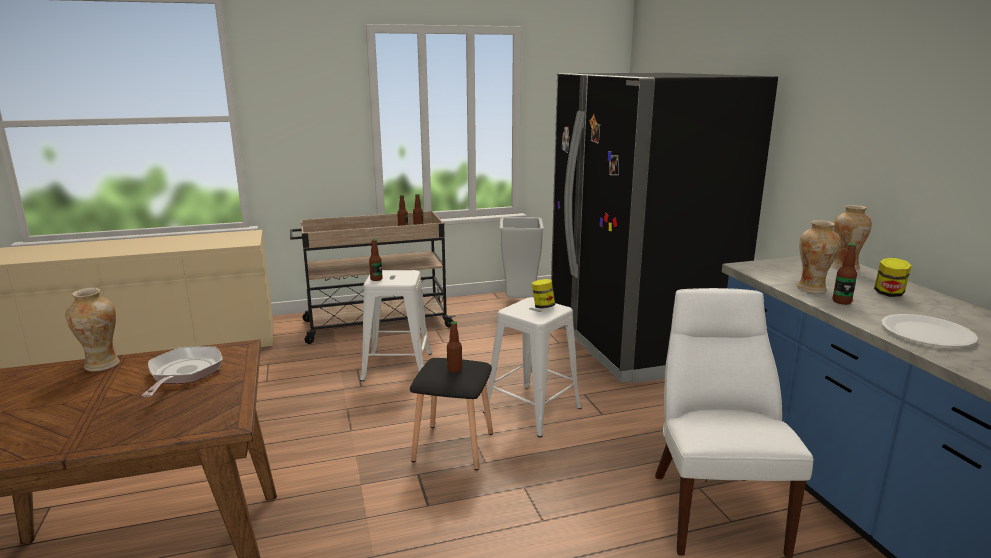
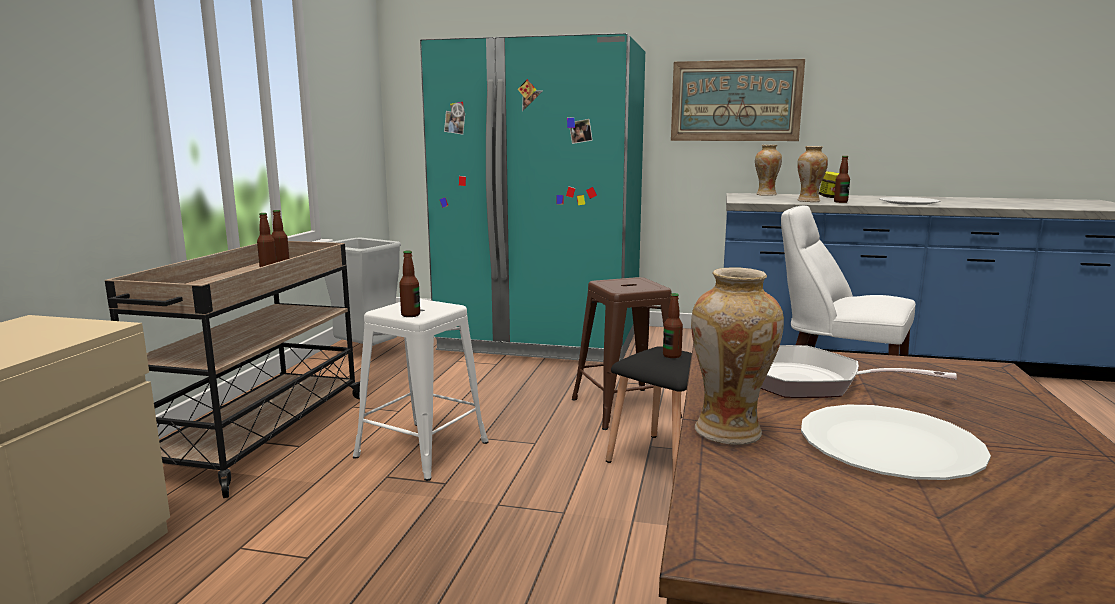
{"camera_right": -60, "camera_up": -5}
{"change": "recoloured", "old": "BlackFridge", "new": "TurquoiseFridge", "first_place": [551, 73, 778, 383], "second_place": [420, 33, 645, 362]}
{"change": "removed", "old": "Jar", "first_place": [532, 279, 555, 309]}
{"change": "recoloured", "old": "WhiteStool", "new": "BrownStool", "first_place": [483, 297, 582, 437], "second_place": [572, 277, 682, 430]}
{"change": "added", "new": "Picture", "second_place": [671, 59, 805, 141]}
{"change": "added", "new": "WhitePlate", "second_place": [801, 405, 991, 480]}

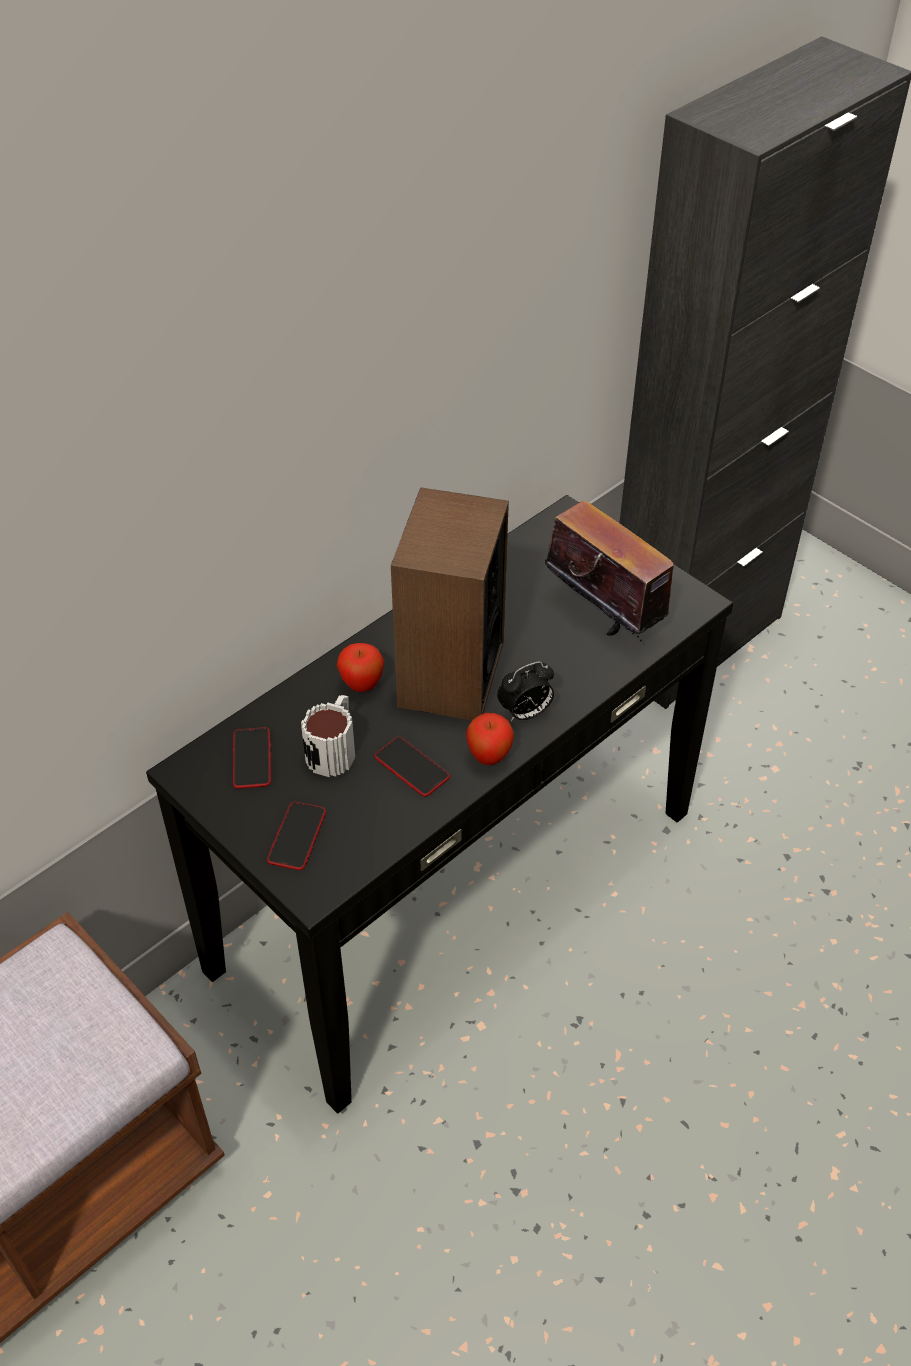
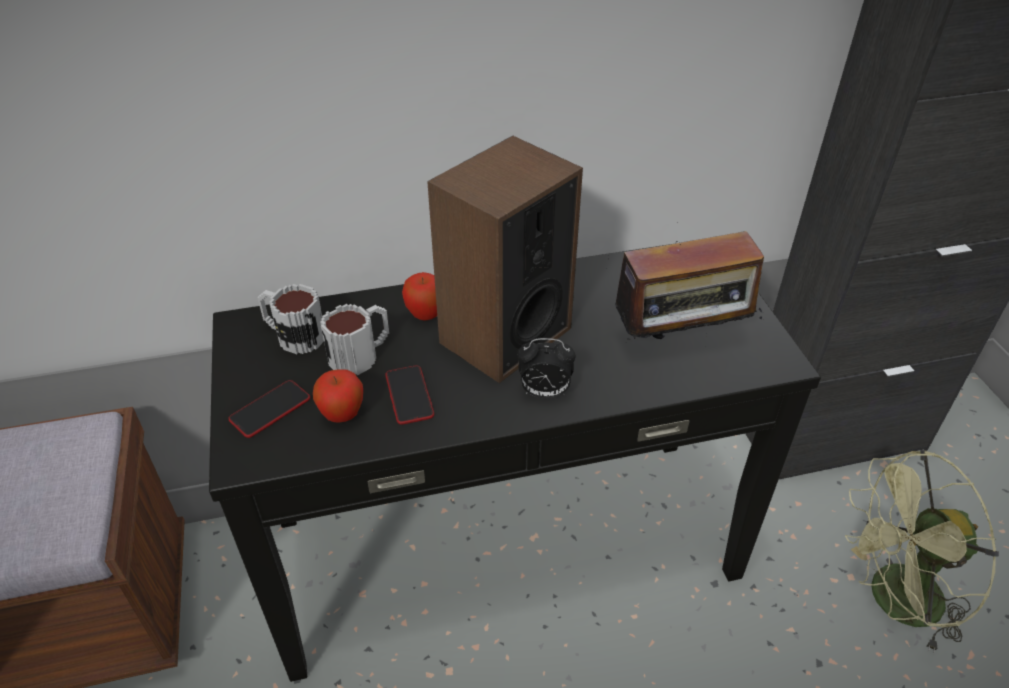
{"camera_right": 30, "camera_up": -5}
{"change": "turned", "old": "Radio", "first_place": [545, 501, 674, 644], "second_place": [615, 222, 764, 350], "degrees": 90}
{"change": "moved", "old": "Apple", "first_place": [466, 713, 514, 765], "second_place": [313, 369, 363, 422]}
{"change": "replaced", "old": "Phone", "new": "Mug", "first_place": [233, 727, 271, 789], "second_place": [257, 284, 324, 354]}
{"change": "added", "new": "GreenFan", "second_place": [845, 450, 999, 654]}

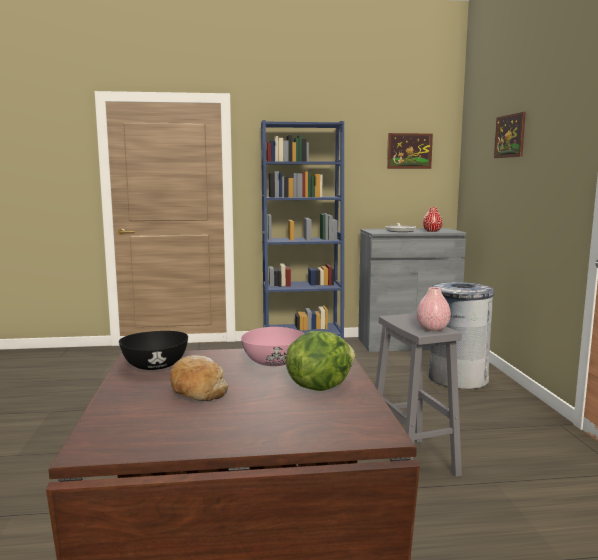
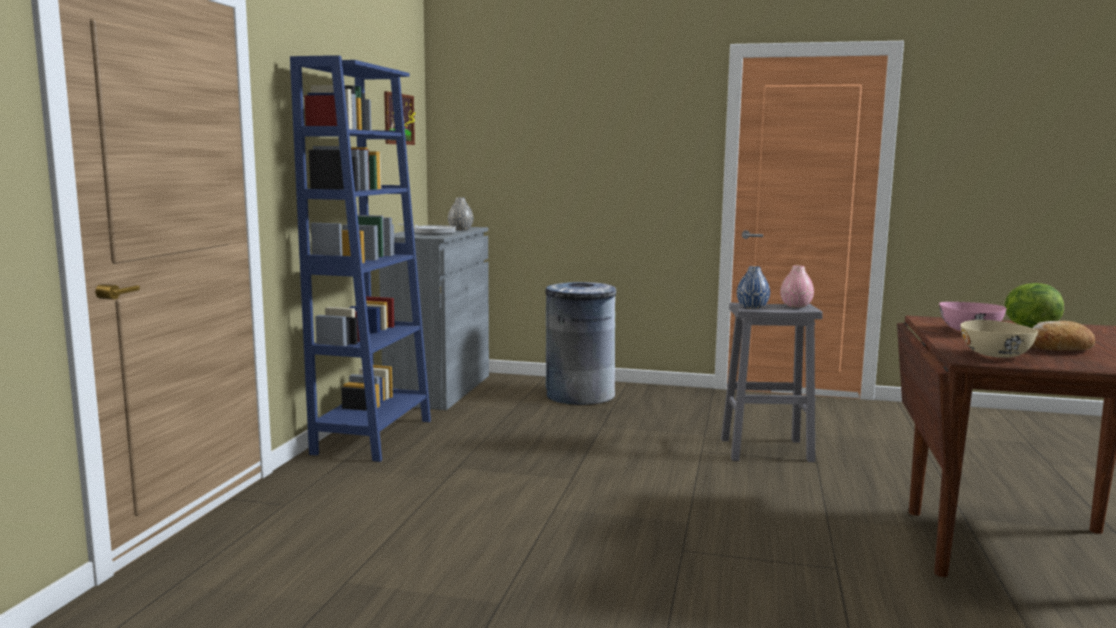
{"camera_right": -70, "camera_up": 0}
{"change": "removed", "old": "Picture", "first_place": [494, 112, 526, 158]}
{"change": "recoloured", "old": "RedVase", "new": "GreyVase", "first_place": [423, 207, 443, 232], "second_place": [448, 197, 473, 230]}
{"change": "recoloured", "old": "BlackBowl", "new": "BeigeBowl", "first_place": [119, 331, 188, 370], "second_place": [960, 320, 1038, 358]}
{"change": "added", "new": "BlueVase", "second_place": [737, 266, 770, 309]}

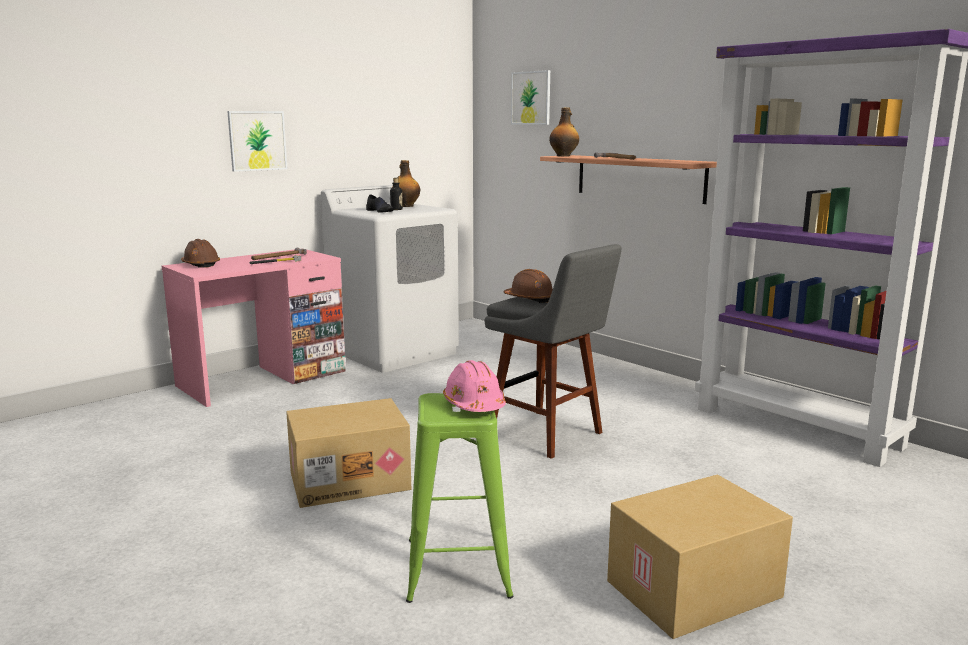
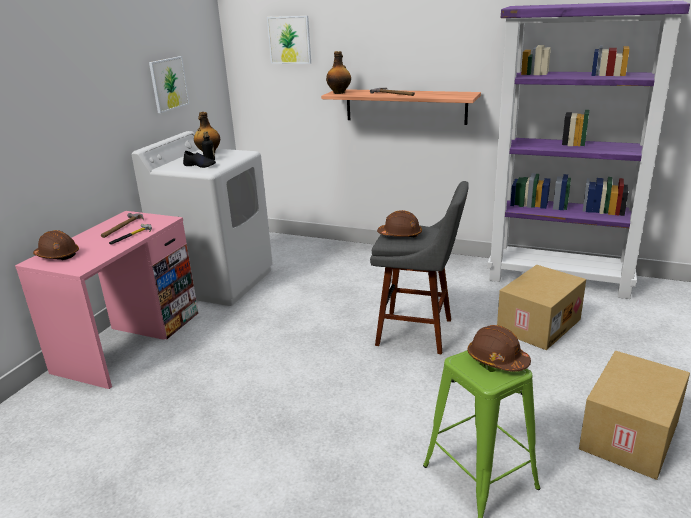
{"camera_right": -25, "camera_up": 10}
{"change": "moved", "old": "Picture", "first_place": [227, 111, 287, 172], "second_place": [149, 56, 189, 113]}
{"change": "recoloured", "old": "PinkHardHat", "new": "BrownHardHat", "first_place": [443, 360, 506, 412], "second_place": [468, 325, 531, 372]}
{"change": "moved", "old": "CardboardBox", "first_place": [286, 398, 411, 508], "second_place": [497, 265, 586, 350]}

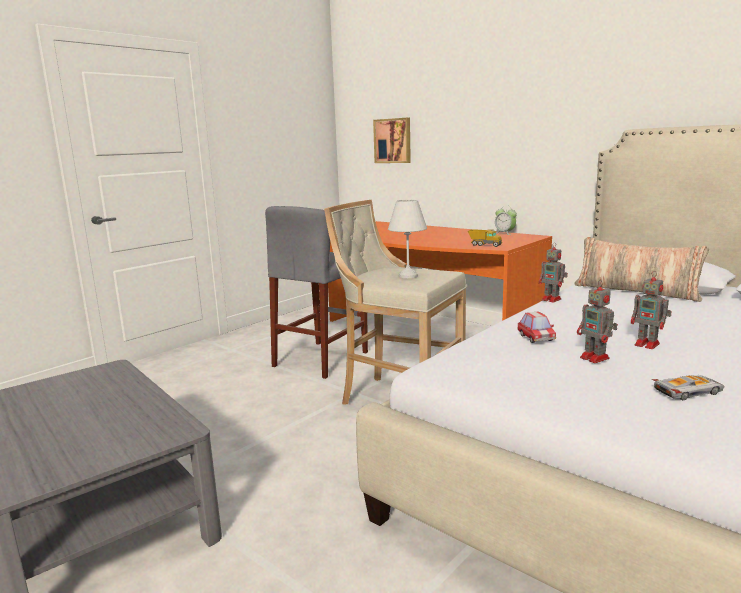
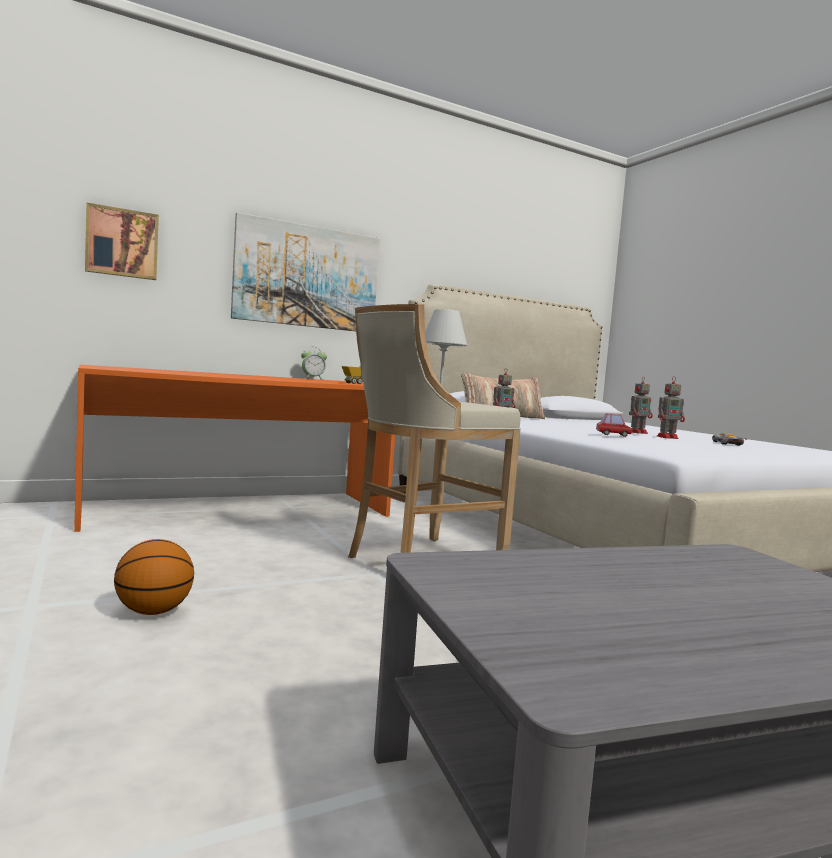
{"camera_right": -70, "camera_up": -10}
{"change": "removed", "old": "GreyStool", "first_place": [265, 206, 368, 379]}
{"change": "added", "new": "Picture", "second_place": [231, 212, 380, 331]}
{"change": "added", "new": "Basketball", "second_place": [114, 539, 194, 615]}

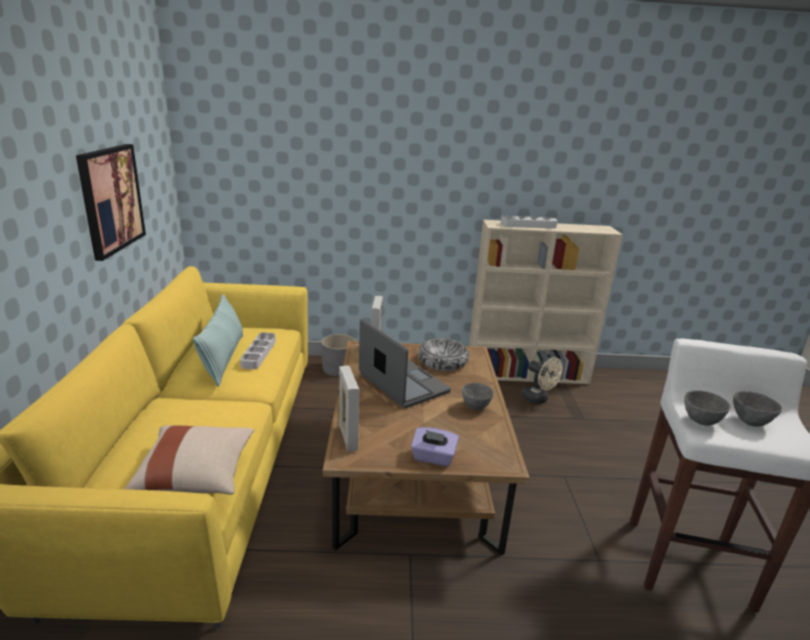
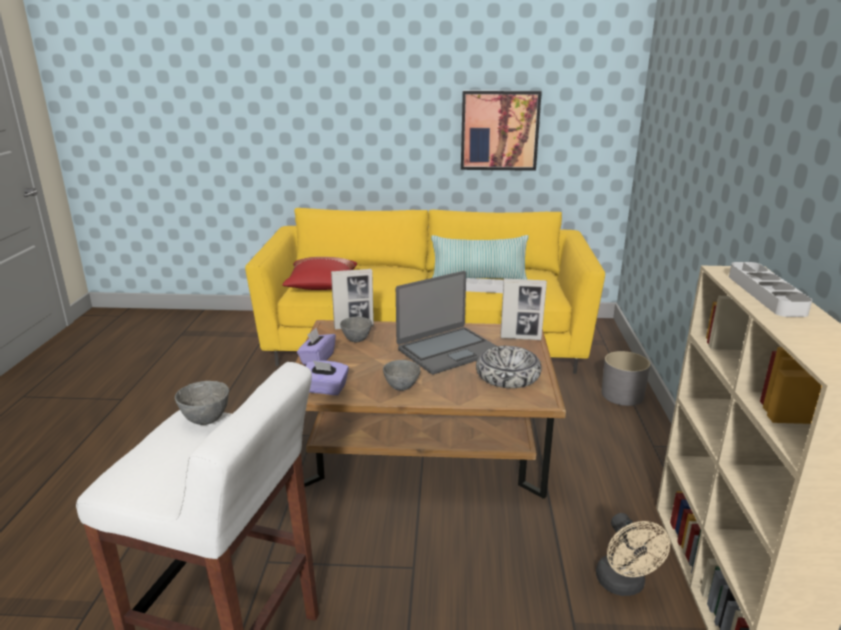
{"camera_right": 95, "camera_up": 0}
{"change": "turned", "old": "BeigeFan", "first_place": [522, 357, 563, 404], "second_place": [596, 513, 670, 596], "degrees": -60}
{"change": "moved", "old": "GreyBowl", "first_place": [733, 391, 782, 427], "second_place": [340, 317, 372, 342]}
{"change": "recoloured", "old": "BeigePillow", "new": "RedPillow", "first_place": [125, 425, 254, 495], "second_place": [282, 257, 357, 290]}
{"change": "added", "new": "PurpleTissueBox", "second_place": [306, 360, 349, 395]}

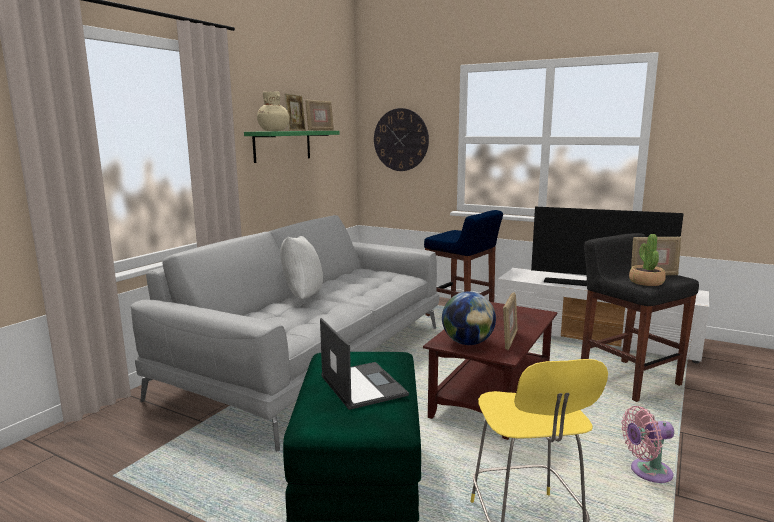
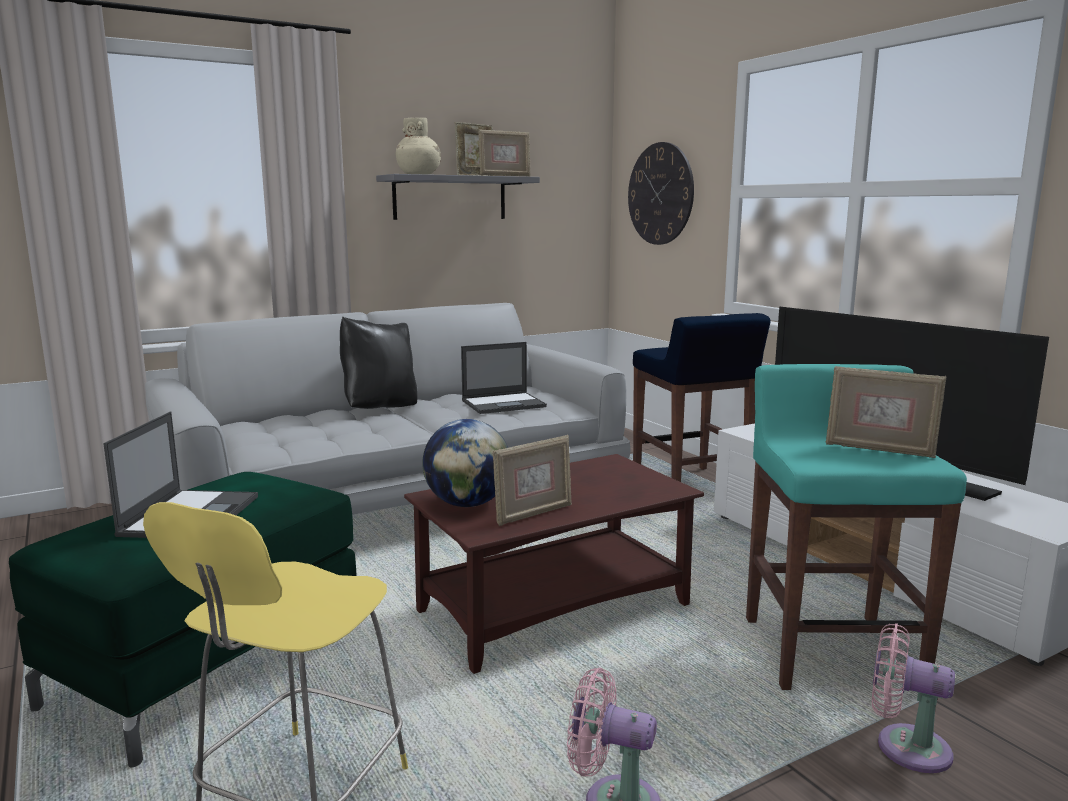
{"camera_right": 30, "camera_up": 0}
{"change": "recoloured", "old": "GreenShelf", "new": "GreyShelf", "first_place": [244, 131, 340, 163], "second_place": [376, 174, 540, 220]}
{"change": "recoloured", "old": "BlackStool", "new": "TurquoiseStool", "first_place": [581, 233, 699, 402], "second_place": [746, 364, 967, 690]}
{"change": "removed", "old": "PottedPlant", "first_place": [629, 234, 666, 286]}
{"change": "recoloured", "old": "WhitePillow", "new": "BlackPillow", "first_place": [280, 236, 323, 299], "second_place": [340, 317, 418, 409]}
{"change": "added", "new": "Laptop", "second_place": [461, 342, 547, 414]}
{"change": "added", "new": "PinkFan", "second_place": [872, 623, 955, 773]}

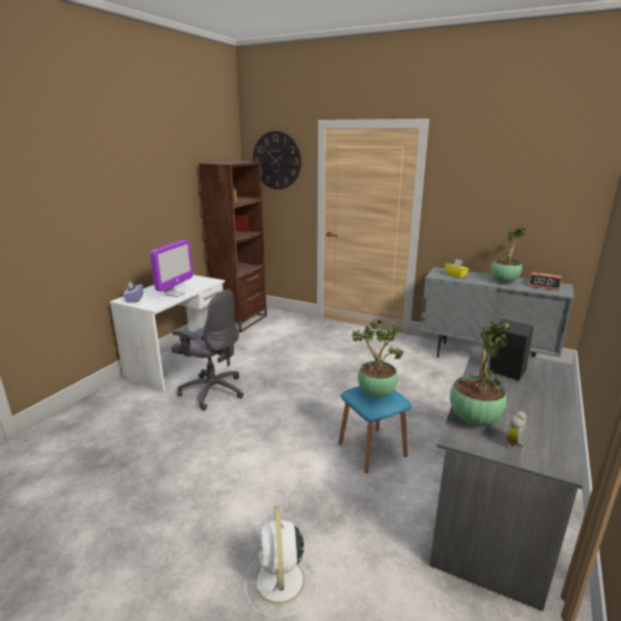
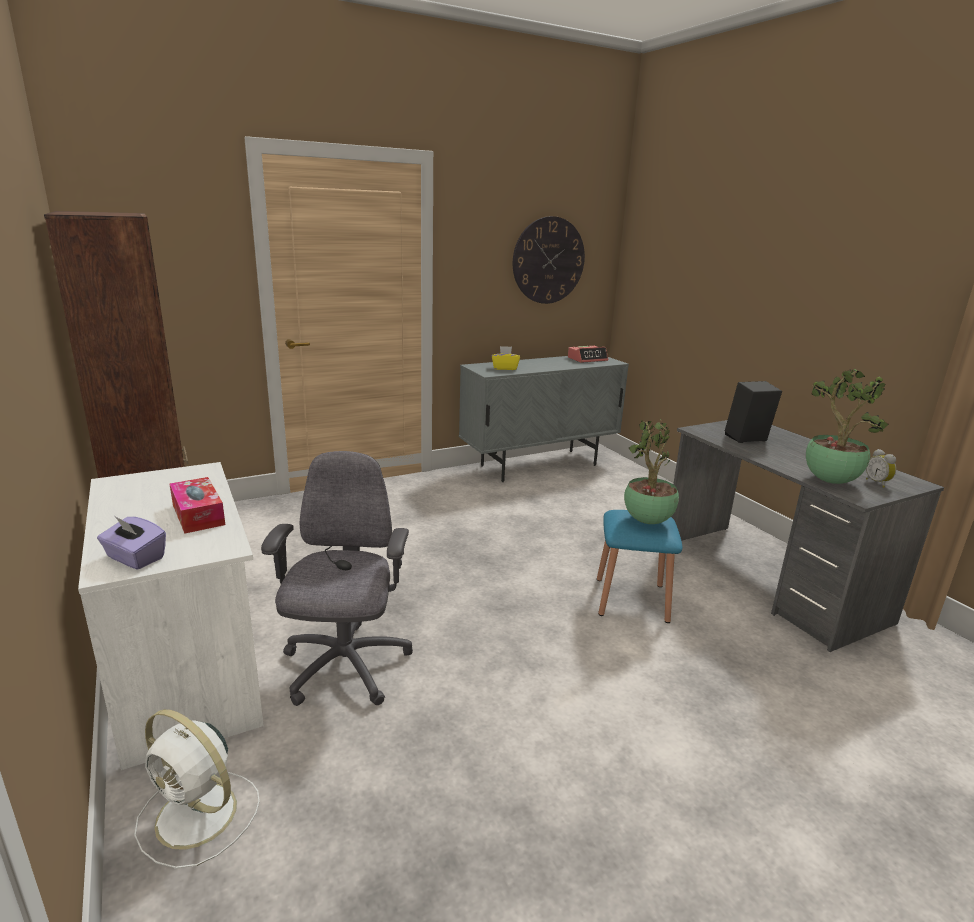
{"camera_right": -55, "camera_up": 0}
{"change": "moved", "old": "WallClock", "first_place": [253, 131, 301, 189], "second_place": [513, 216, 585, 304]}
{"change": "removed", "old": "PottedPlant", "first_place": [491, 226, 526, 283]}
{"change": "replaced", "old": "Monitor", "new": "TissueBox", "first_place": [150, 240, 193, 297], "second_place": [170, 477, 225, 534]}
{"change": "turned", "old": "GreyOfficeChair", "first_place": [171, 289, 244, 411], "second_place": [261, 451, 413, 706], "degrees": -60}
{"change": "moved", "old": "WhiteFan", "first_place": [245, 505, 318, 617], "second_place": [134, 709, 260, 869]}

